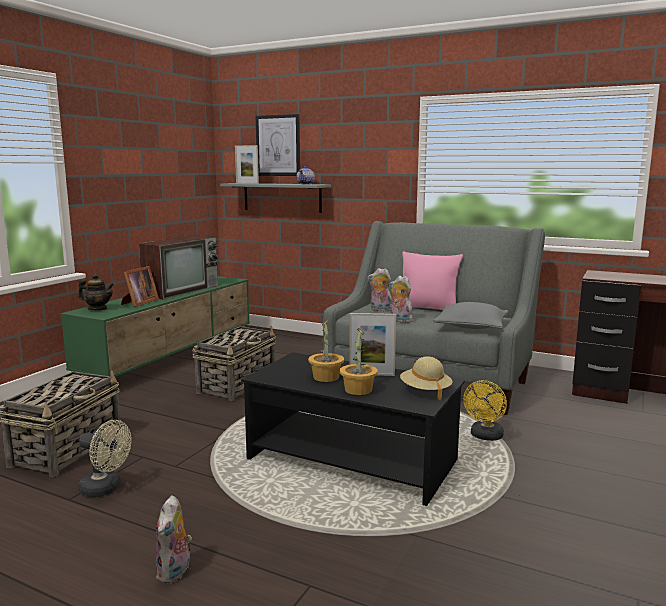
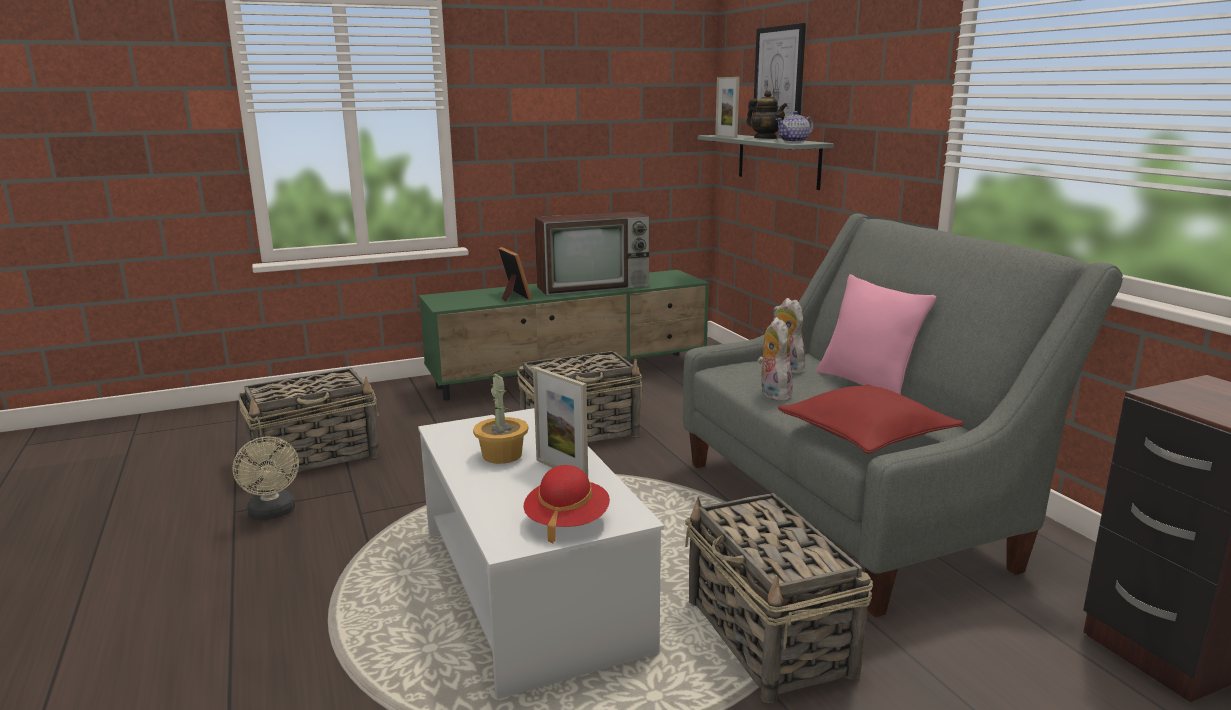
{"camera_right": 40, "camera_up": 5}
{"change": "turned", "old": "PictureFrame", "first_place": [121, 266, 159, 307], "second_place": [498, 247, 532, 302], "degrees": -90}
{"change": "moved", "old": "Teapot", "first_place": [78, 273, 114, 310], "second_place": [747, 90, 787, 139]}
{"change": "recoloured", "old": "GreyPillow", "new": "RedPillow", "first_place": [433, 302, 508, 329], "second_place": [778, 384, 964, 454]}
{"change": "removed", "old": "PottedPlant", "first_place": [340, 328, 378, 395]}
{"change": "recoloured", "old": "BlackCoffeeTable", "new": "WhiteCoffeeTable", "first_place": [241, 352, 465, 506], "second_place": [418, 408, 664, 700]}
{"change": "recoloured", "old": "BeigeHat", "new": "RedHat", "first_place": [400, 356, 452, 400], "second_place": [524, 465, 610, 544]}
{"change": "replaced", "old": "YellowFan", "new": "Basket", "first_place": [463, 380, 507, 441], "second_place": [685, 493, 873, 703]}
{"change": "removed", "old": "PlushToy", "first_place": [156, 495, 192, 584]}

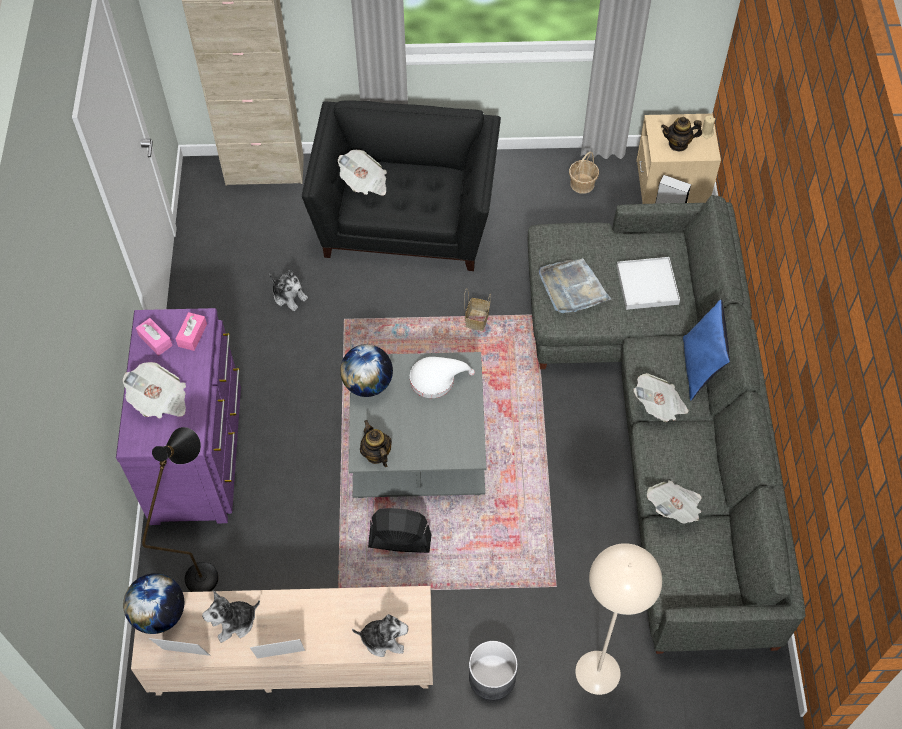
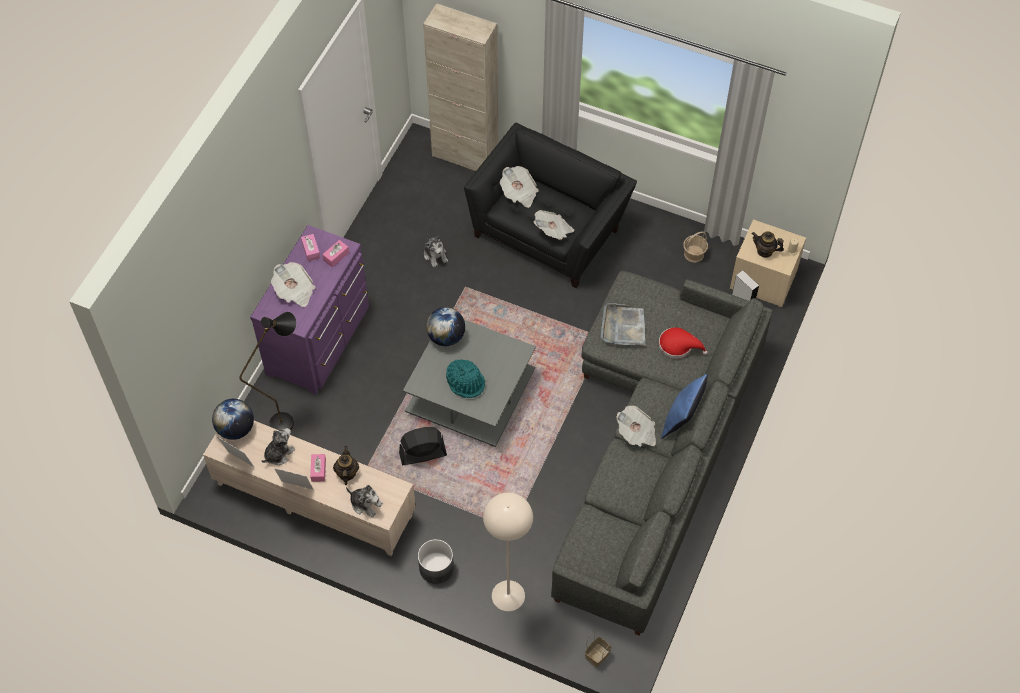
{"camera_right": 25, "camera_up": 0}
{"change": "replaced", "old": "WhiteTray", "new": "RedHat", "first_place": [616, 257, 680, 310], "second_place": [659, 327, 708, 359]}
{"change": "moved", "old": "Basket", "first_place": [464, 288, 491, 331], "second_place": [585, 631, 612, 668]}
{"change": "removed", "old": "WhiteHat", "first_place": [410, 357, 475, 398]}
{"change": "moved", "old": "Teapot", "first_place": [360, 420, 392, 467], "second_place": [333, 446, 359, 485]}
{"change": "moved", "old": "Newspaper", "first_place": [647, 480, 702, 524], "second_place": [534, 210, 574, 240]}
{"change": "turned", "old": "BlackFan", "first_place": [368, 508, 432, 553], "second_place": [399, 427, 447, 465], "degrees": -45}
{"change": "turned", "old": "PlushToy", "first_place": [202, 591, 260, 643], "second_place": [261, 428, 295, 465], "degrees": 135}
{"change": "added", "new": "TurquoiseHat", "second_place": [446, 359, 485, 398]}
{"change": "added", "new": "PinkTissueBox", "second_place": [310, 454, 326, 482]}

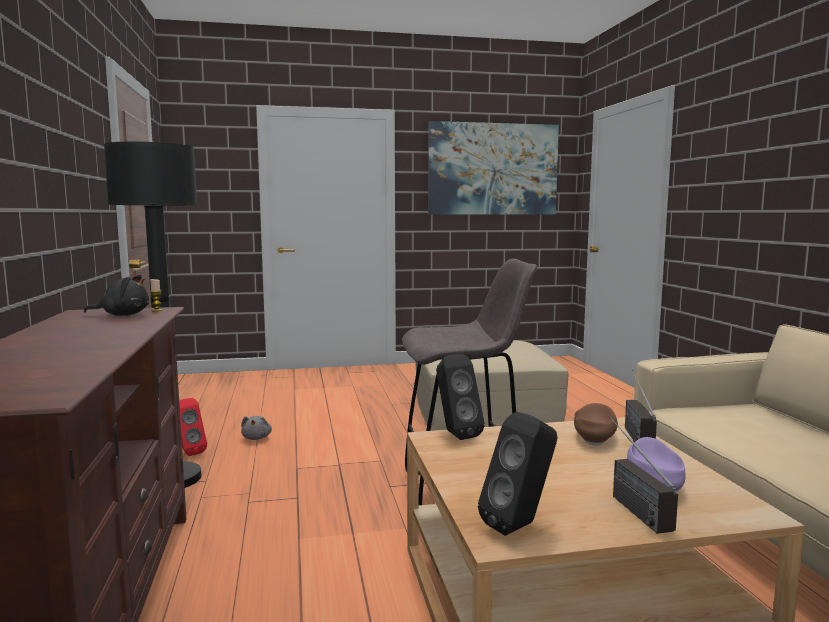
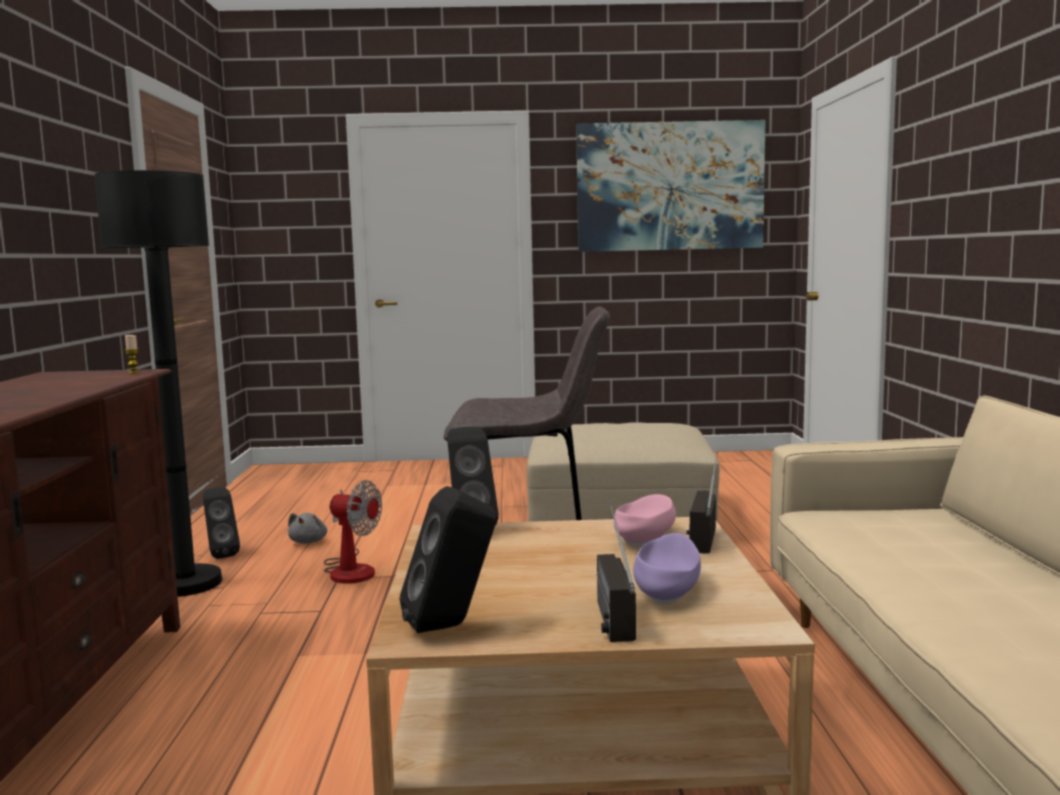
{"camera_right": 10, "camera_up": 0}
{"change": "removed", "old": "BlackPlushToy", "first_place": [84, 275, 149, 316]}
{"change": "recoloured", "old": "RedSpeaker", "new": "BlackSpeaker", "first_place": [179, 398, 207, 456], "second_place": [203, 487, 240, 559]}
{"change": "recoloured", "old": "BrownBowl", "new": "PinkBowl", "first_place": [574, 403, 618, 446], "second_place": [614, 494, 676, 547]}
{"change": "added", "new": "Fan", "second_place": [324, 480, 382, 584]}

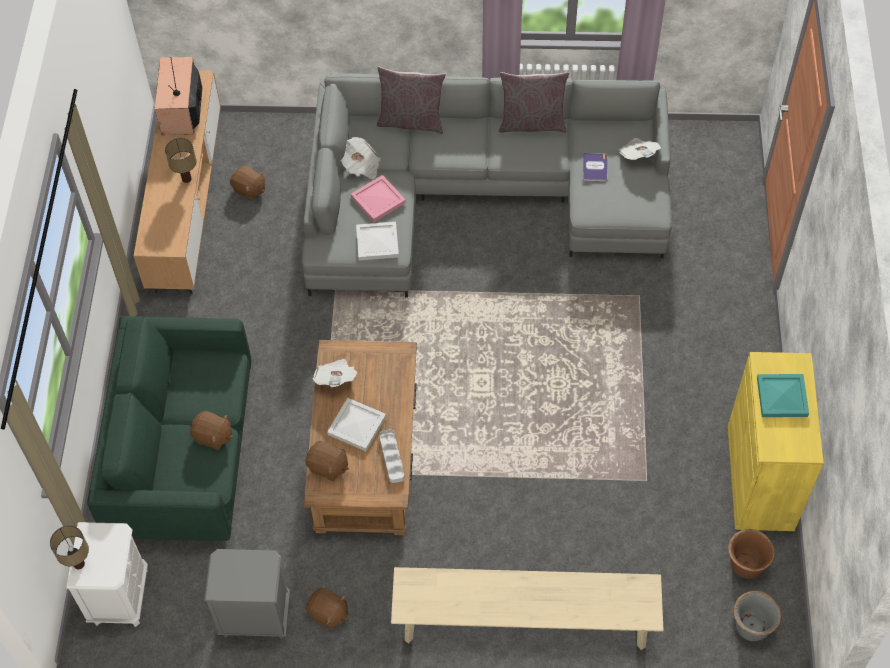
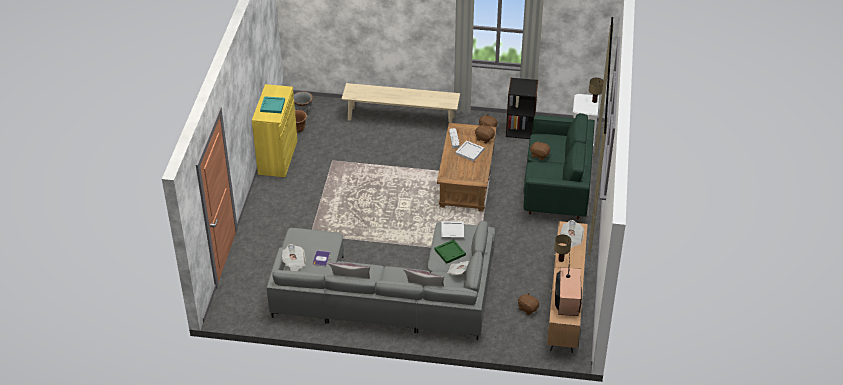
{"camera_right": -175, "camera_up": -15}
{"change": "recoloured", "old": "PinkTray", "new": "GreenTray", "first_place": [351, 175, 406, 222], "second_place": [435, 239, 466, 264]}
{"change": "moved", "old": "Newspaper", "first_place": [313, 359, 358, 387], "second_place": [560, 220, 584, 247]}
{"change": "replaced", "old": "GreyNightstand", "new": "BlackBookcase", "first_place": [204, 549, 290, 639], "second_place": [506, 77, 538, 139]}

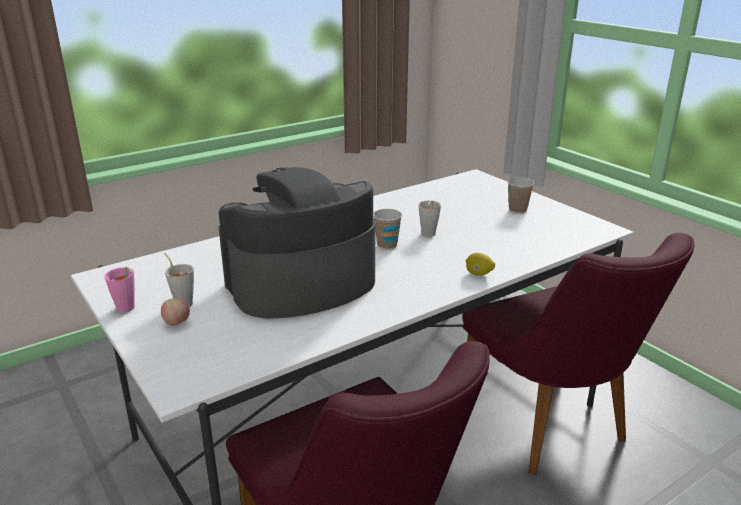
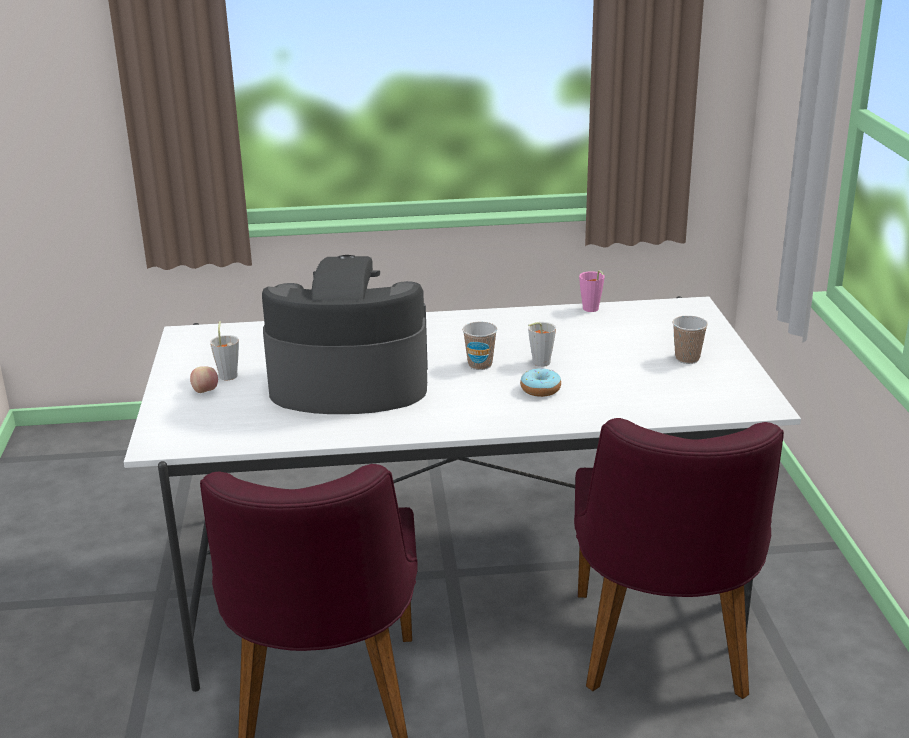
{"camera_right": 30, "camera_up": 0}
{"change": "removed", "old": "Lemon", "first_place": [466, 253, 495, 276]}
{"change": "moved", "old": "PinkCup", "first_place": [104, 267, 135, 312], "second_place": [579, 270, 605, 312]}
{"change": "added", "new": "Donut", "second_place": [520, 368, 561, 397]}

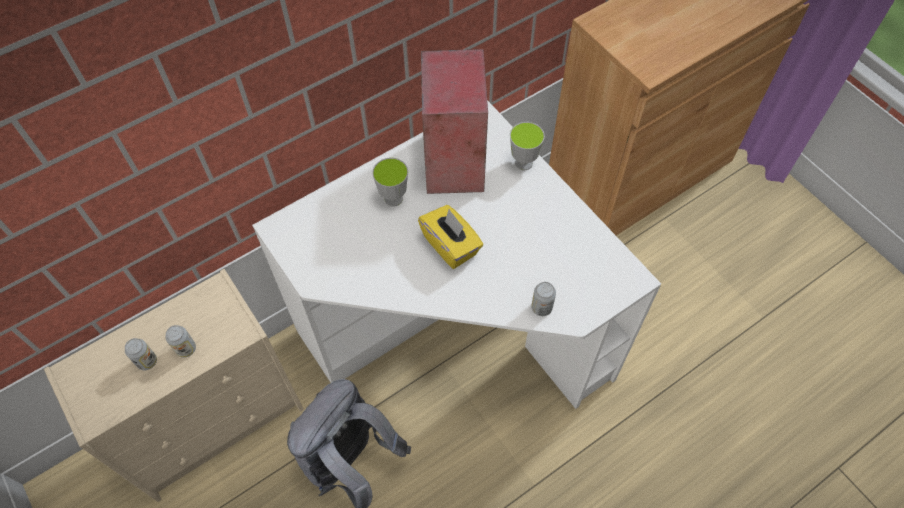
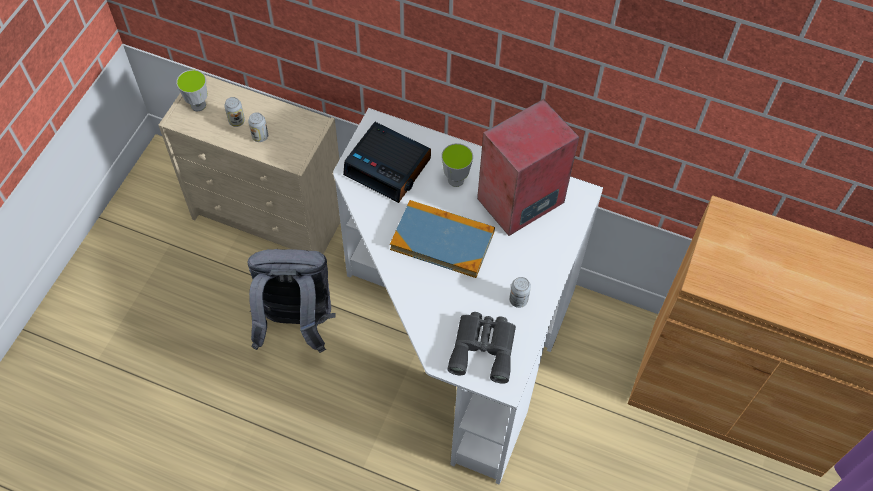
{"camera_right": 55, "camera_up": 0}
{"change": "moved", "old": "Cup", "first_place": [510, 122, 545, 170], "second_place": [176, 70, 207, 111]}
{"change": "replaced", "old": "YellowTissueBox", "new": "Book", "first_place": [418, 205, 483, 269], "second_place": [390, 200, 495, 278]}
{"change": "moved", "old": "Can", "first_place": [531, 282, 556, 316], "second_place": [509, 277, 531, 308]}
{"change": "added", "new": "AlarmClock", "second_place": [343, 122, 431, 203]}
{"change": "added", "new": "GreyBinoculars", "second_place": [447, 312, 516, 384]}

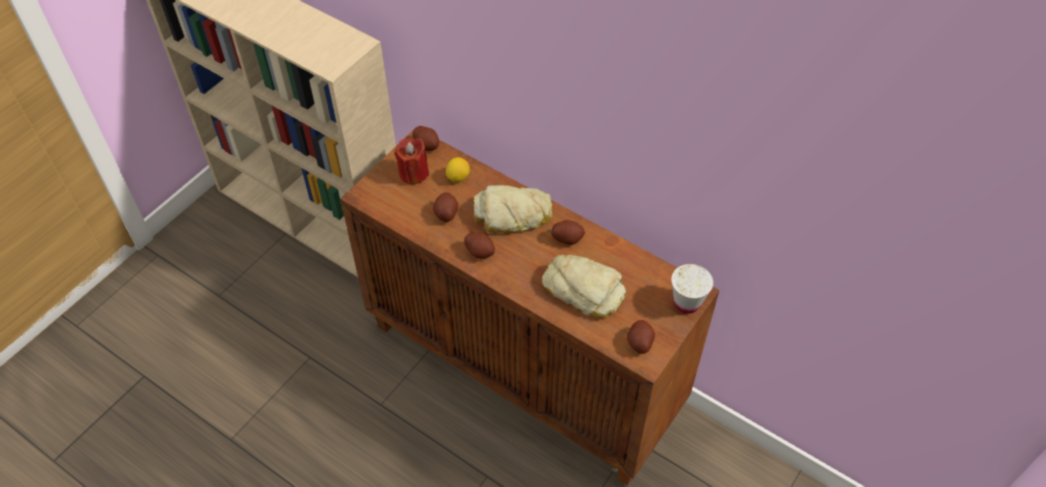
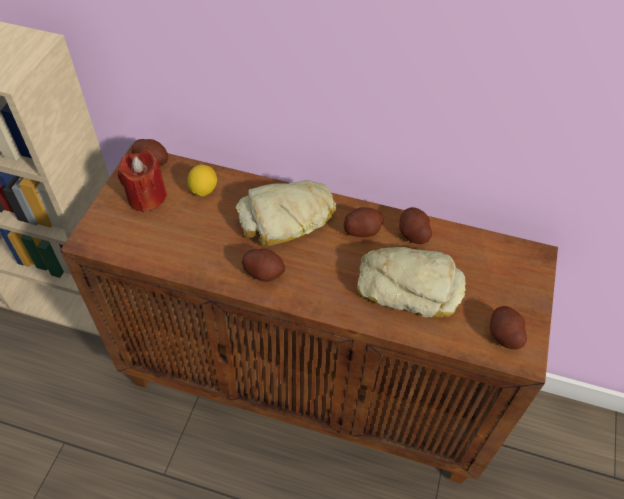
{"camera_right": -20, "camera_up": 0}
{"change": "moved", "old": "Potato", "first_place": [433, 192, 458, 222], "second_place": [399, 207, 432, 244]}
{"change": "removed", "old": "WhiteCup", "first_place": [671, 264, 714, 314]}

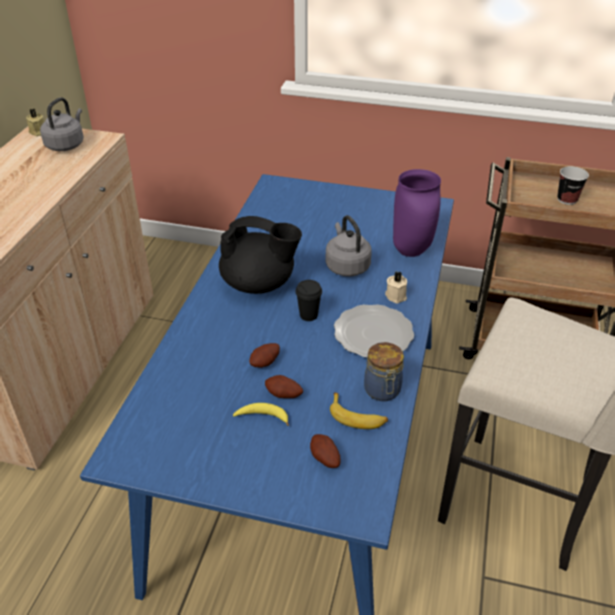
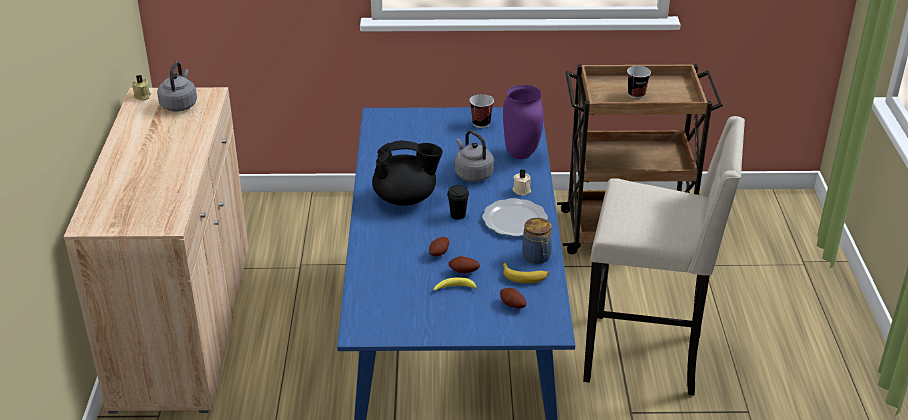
{"camera_right": -15, "camera_up": -5}
{"change": "added", "new": "Cup", "second_place": [470, 94, 494, 128]}

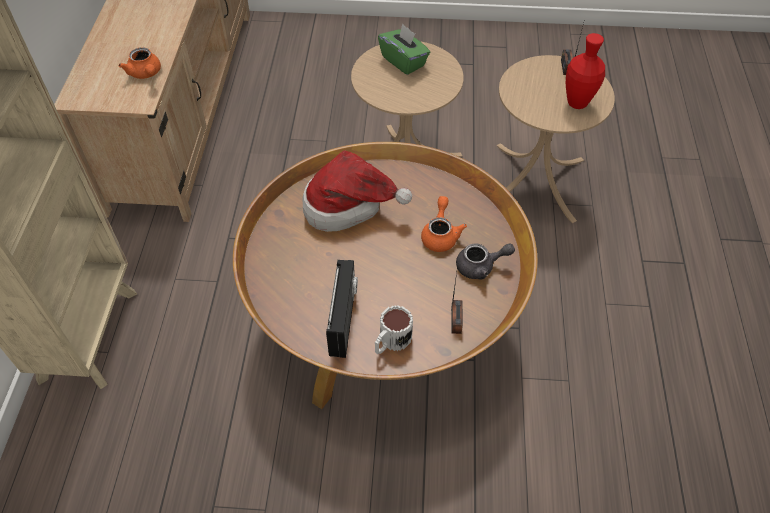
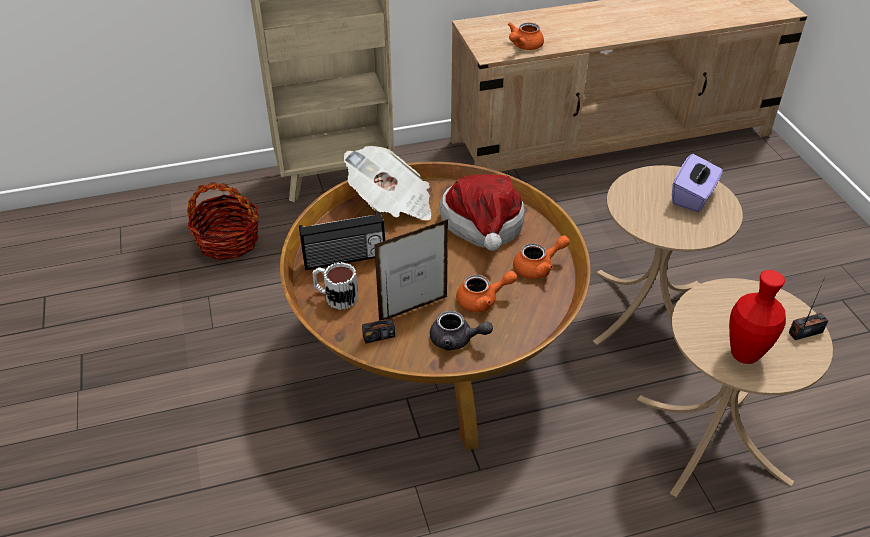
{"camera_right": 70, "camera_up": -10}
{"change": "recoloured", "old": "GreenTissueBox", "new": "PurpleTissueBox", "first_place": [378, 23, 430, 75], "second_place": [672, 154, 723, 212]}
{"change": "turned", "old": "GreyTeapot", "first_place": [456, 243, 515, 280], "second_place": [430, 311, 493, 351], "degrees": -45}
{"change": "added", "new": "Newspaper", "second_place": [343, 146, 431, 220]}
{"change": "added", "new": "Basket", "second_place": [187, 182, 259, 260]}
{"change": "added", "new": "PictureFrame", "second_place": [374, 219, 448, 320]}
{"change": "added", "new": "OrangeTeapot", "second_place": [513, 235, 570, 279]}

